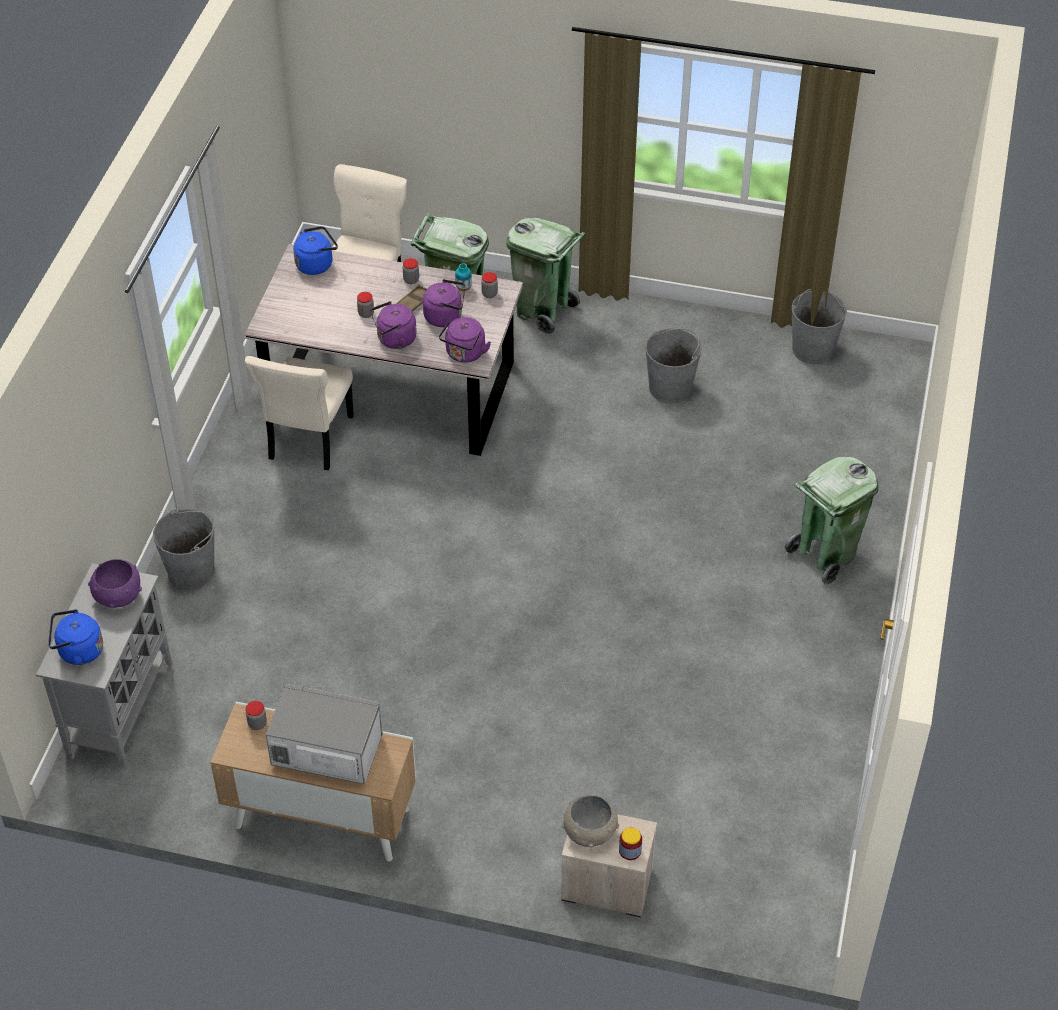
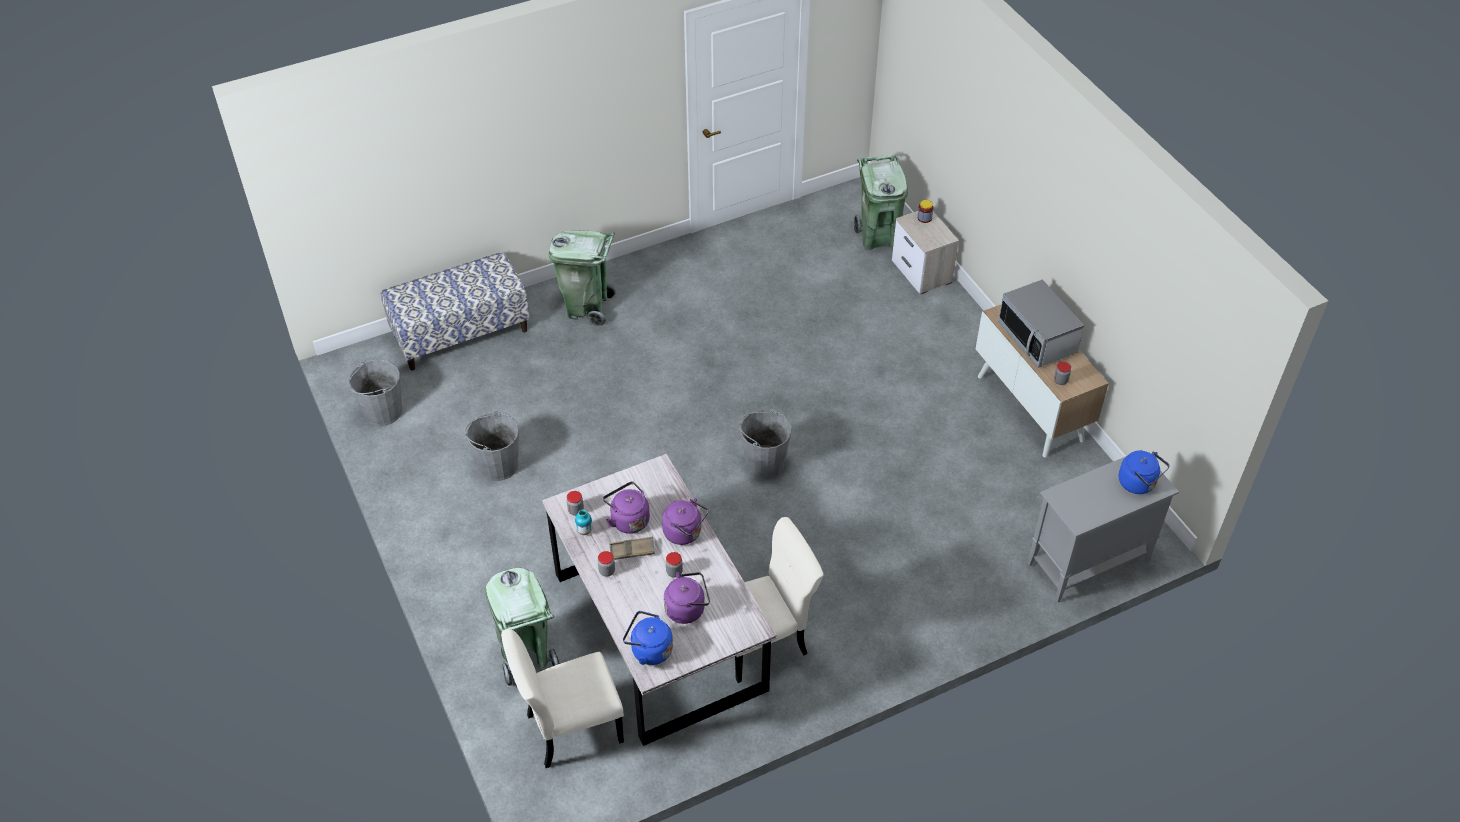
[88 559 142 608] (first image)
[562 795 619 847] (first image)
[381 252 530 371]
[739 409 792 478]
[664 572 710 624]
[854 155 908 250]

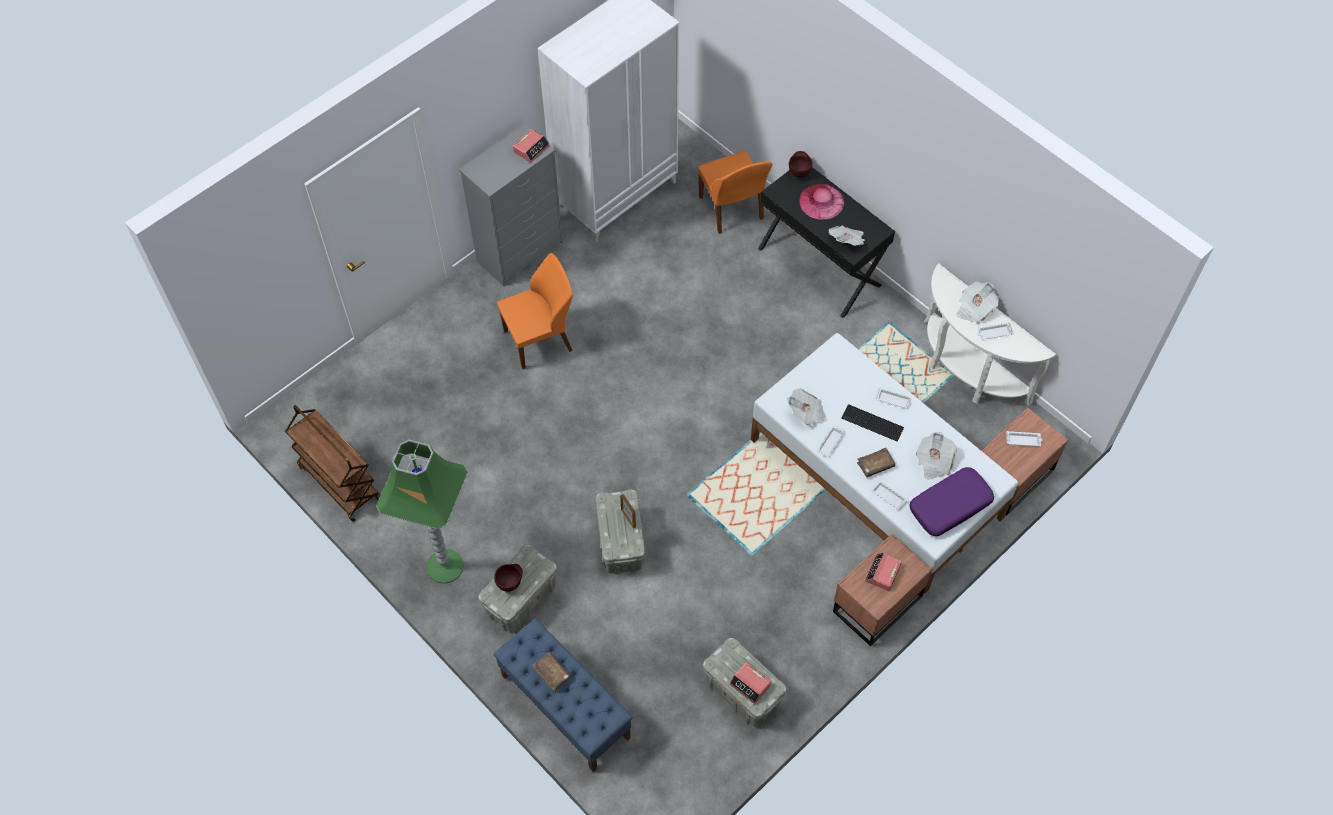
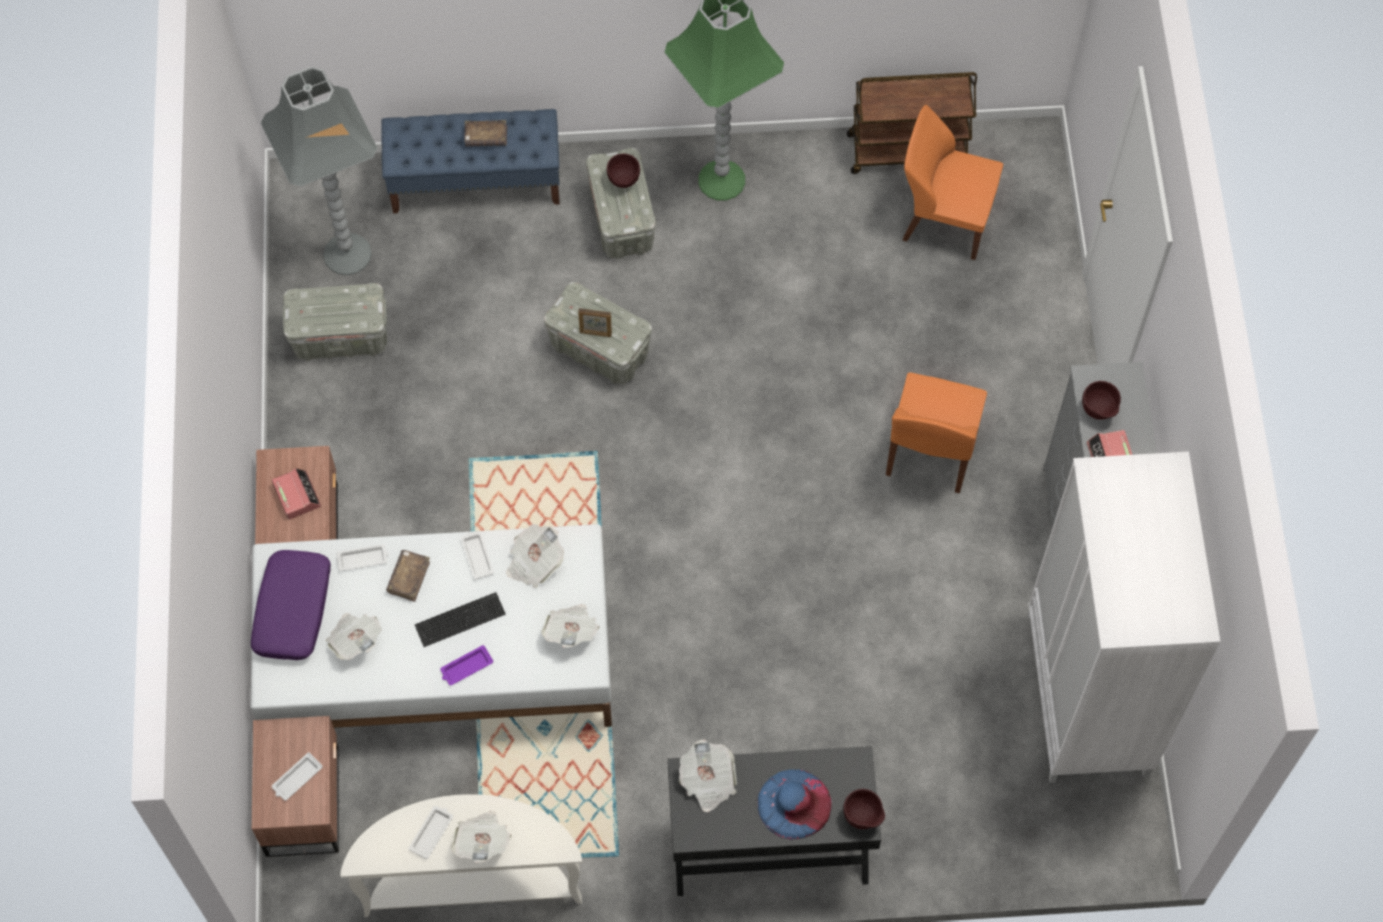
[729 662 771 704] (first image)
[261 66 378 275]
[541 604 599 648]
[1082 381 1121 420]
[903 105 1003 260]
[758 769 832 840]
[440 645 493 685]

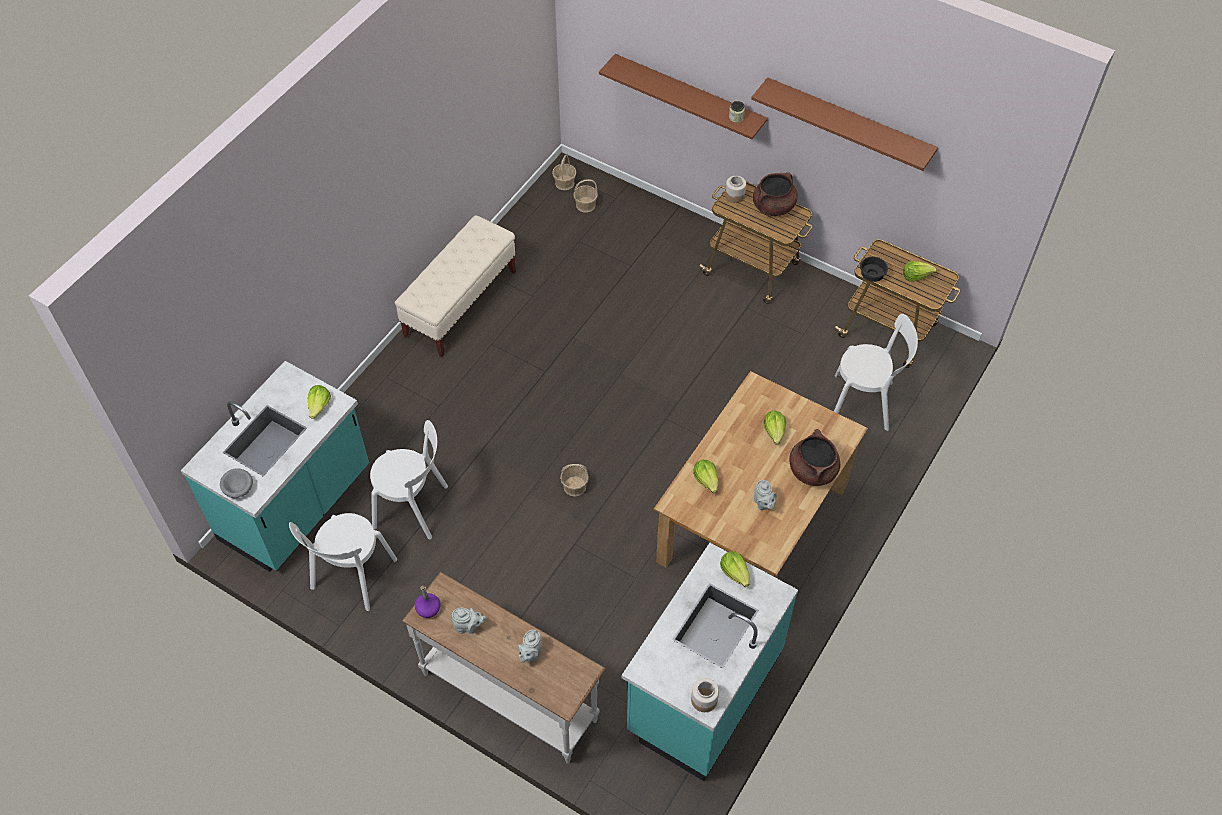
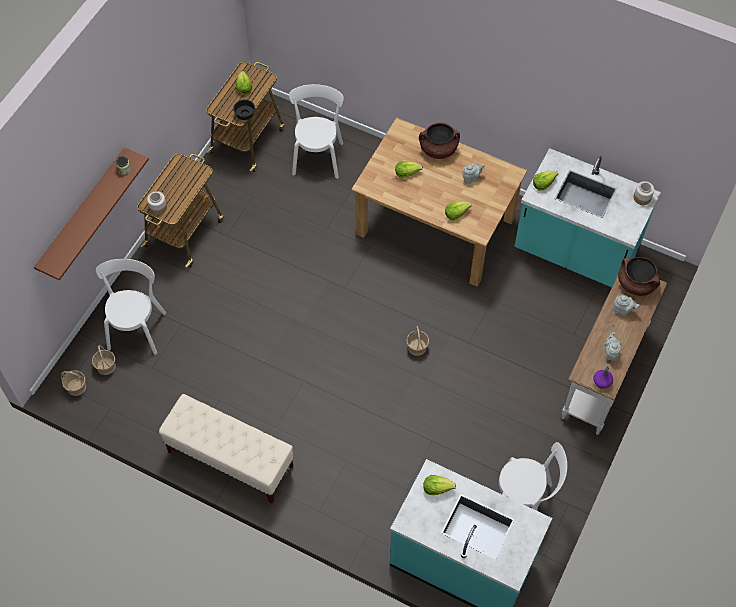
[220 468 253 498] (first image)
[751 77 938 171] (first image)
[96 259 166 355]
[618 257 660 296]

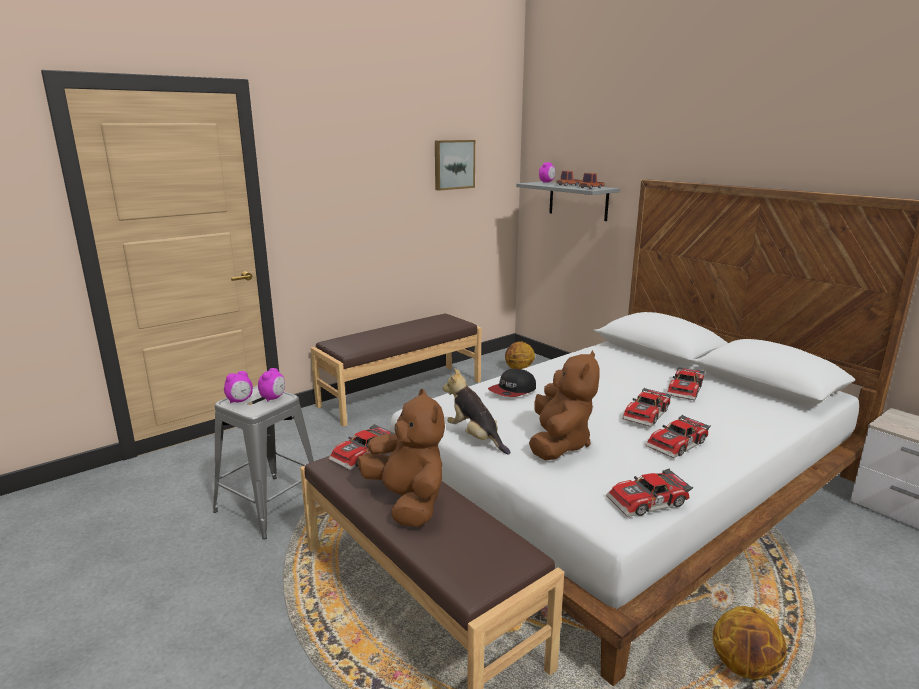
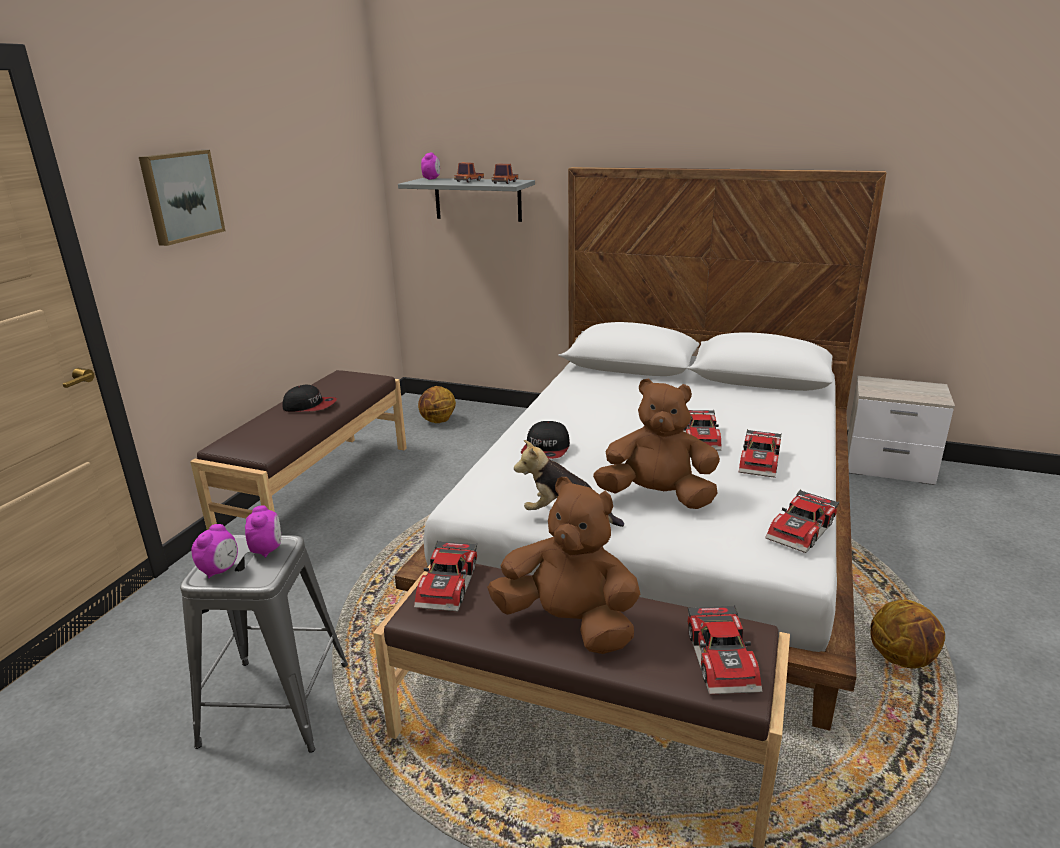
[282 385 337 412]
[139 150 225 246]
[687 605 762 694]
[593 378 720 509]

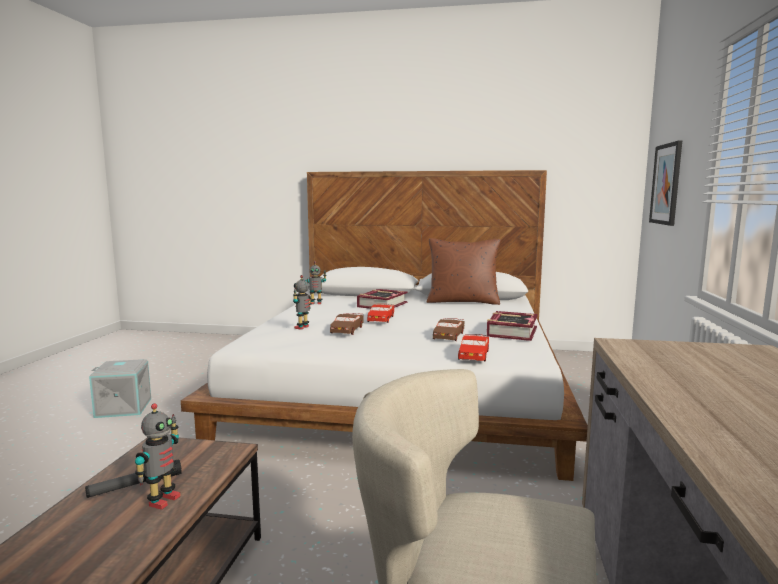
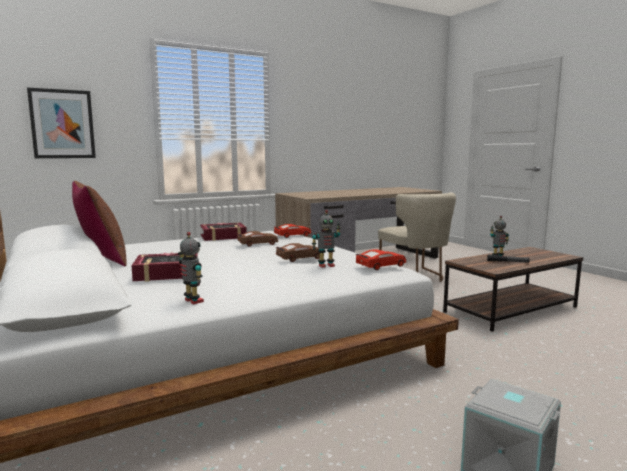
[355 249 406 270]

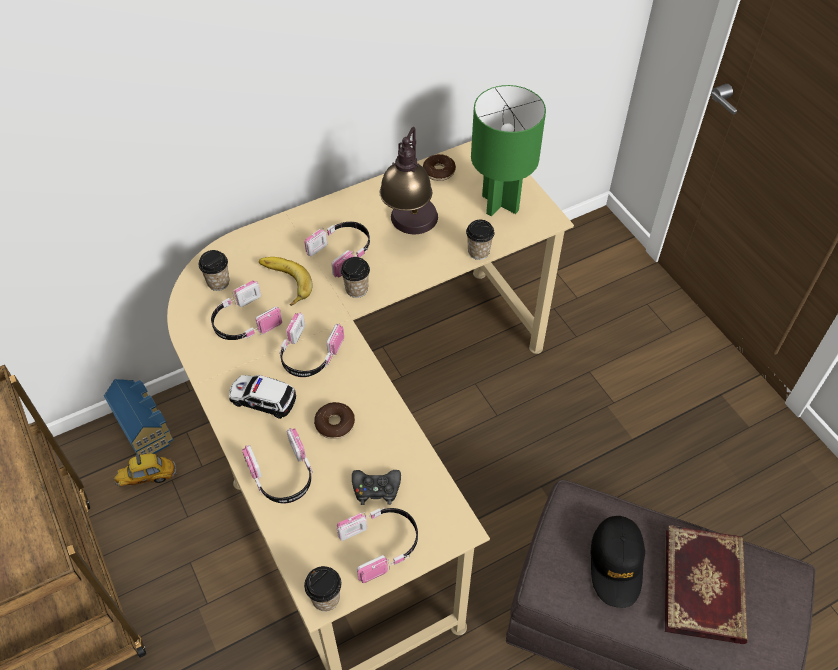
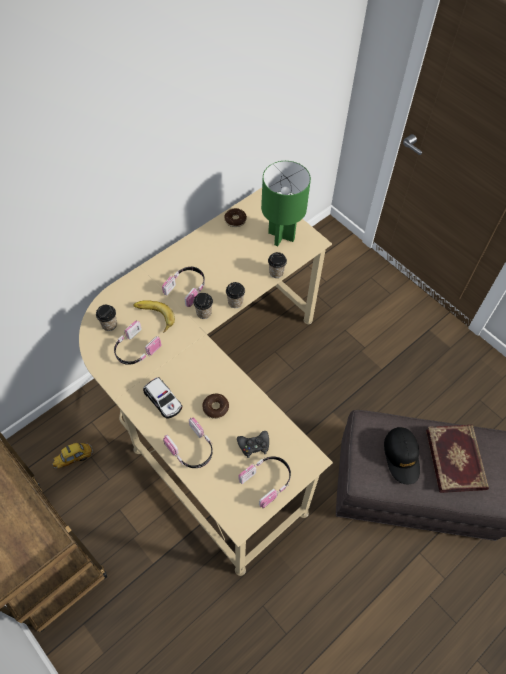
[104 379 173 455] (first image)
[279 312 344 377] (first image)
[380 127 438 234] (first image)
[226 282 245 308]
[143 377 183 418]

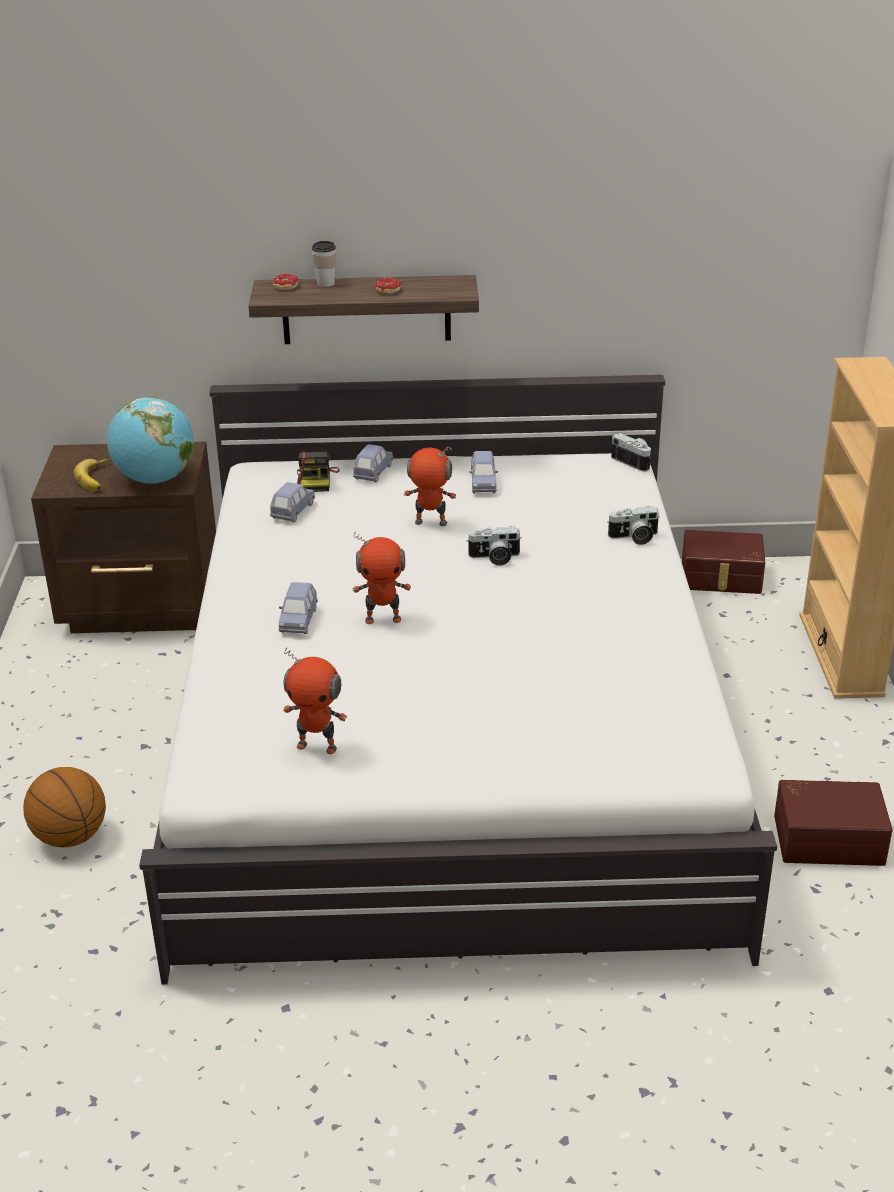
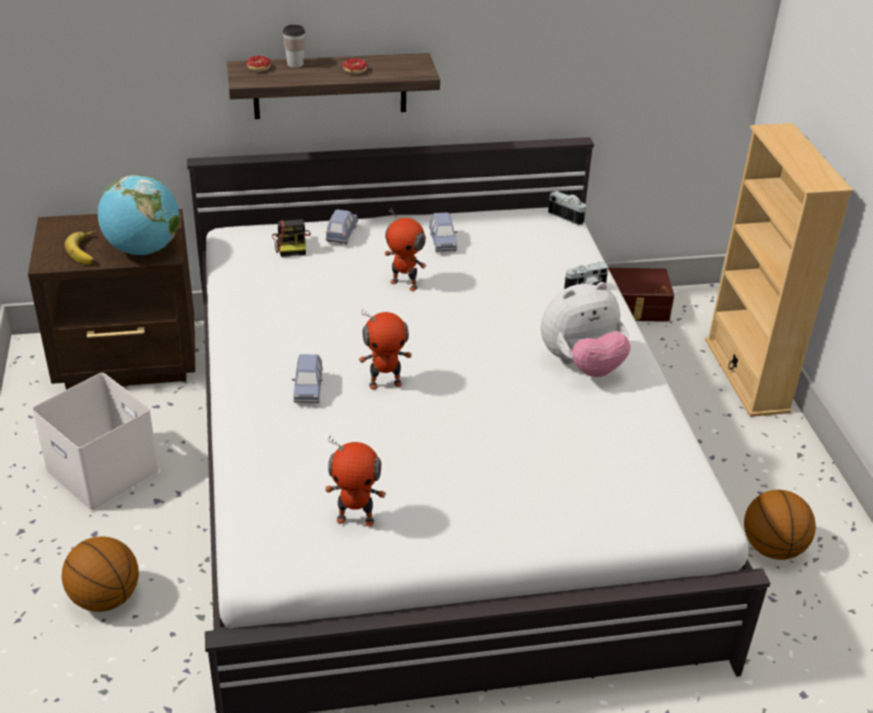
[270 482 315 522] (first image)
[467 526 522 566] (first image)
[32 373 160 512]
[541 282 630 377]
[744 490 816 560]
[384 208 426 291]

